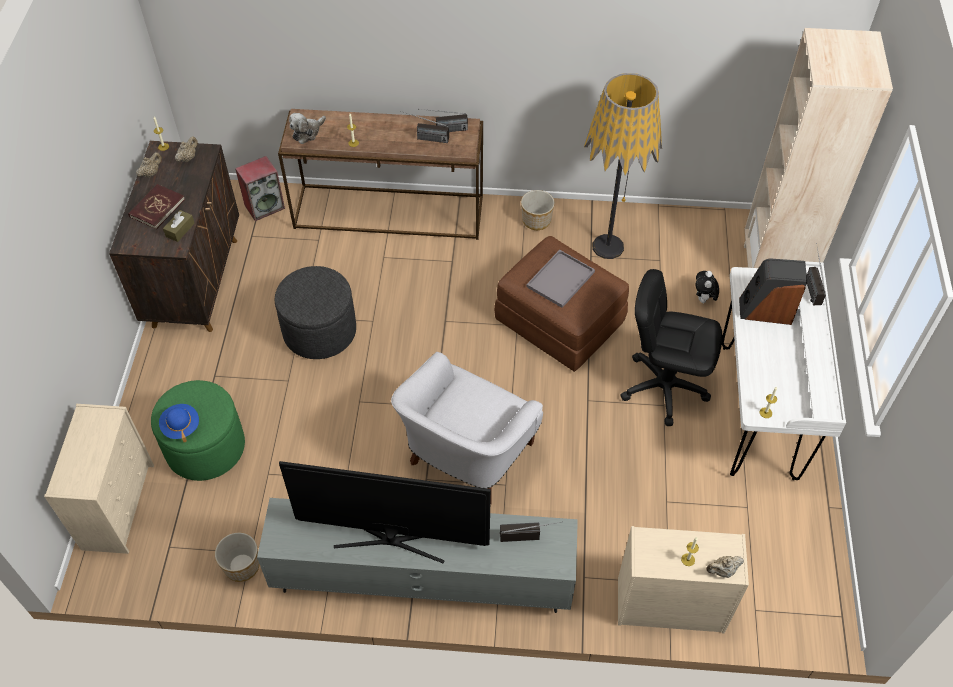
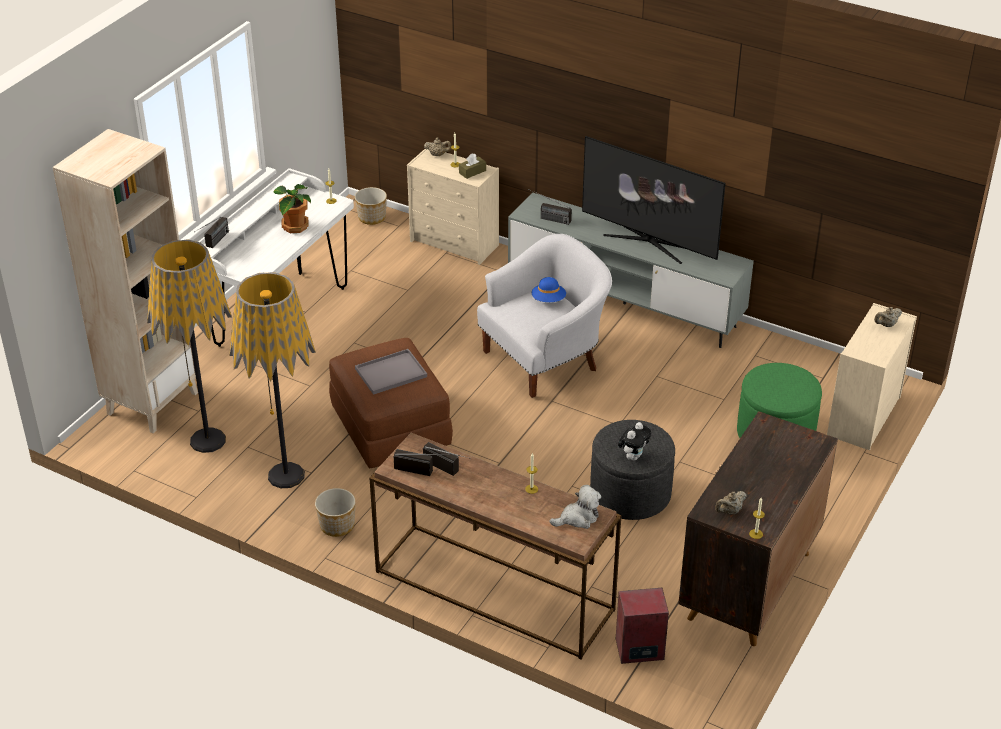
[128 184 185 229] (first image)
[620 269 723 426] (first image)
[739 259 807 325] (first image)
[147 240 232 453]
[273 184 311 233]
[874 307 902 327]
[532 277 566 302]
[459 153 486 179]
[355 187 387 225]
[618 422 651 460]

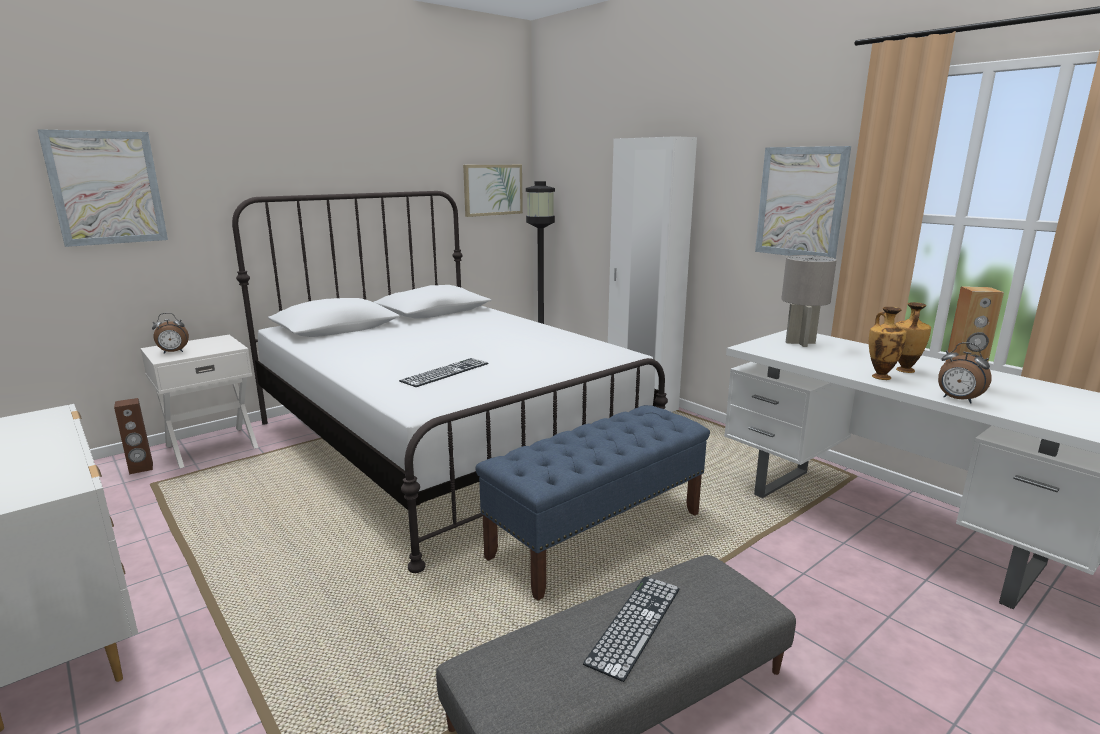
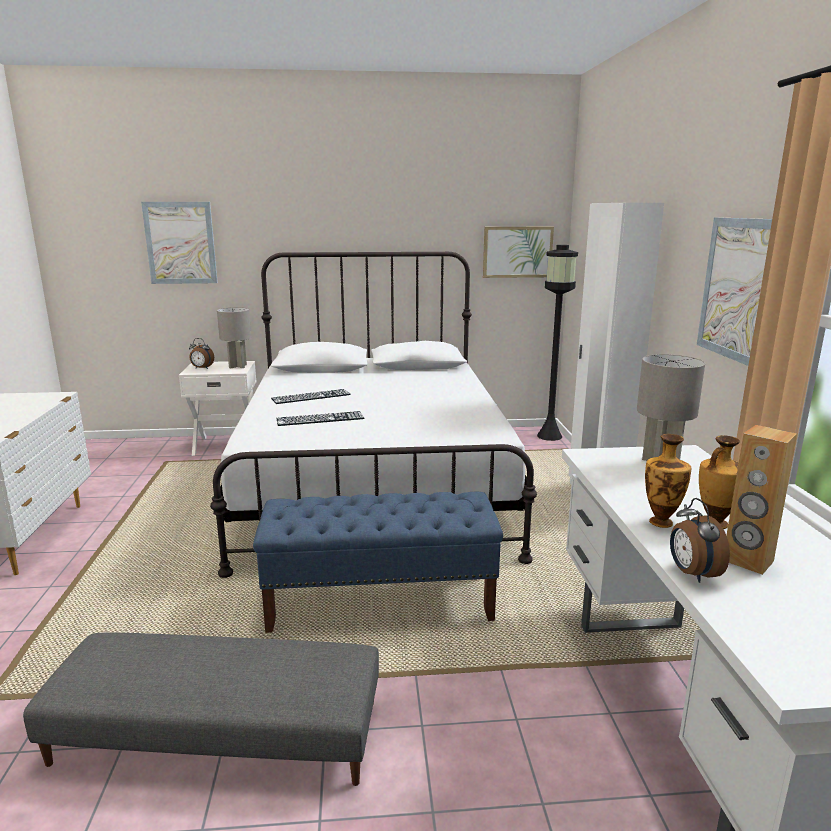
[114 398 153 474] (first image)
[217 307 251 369]
[271 389 351 404]

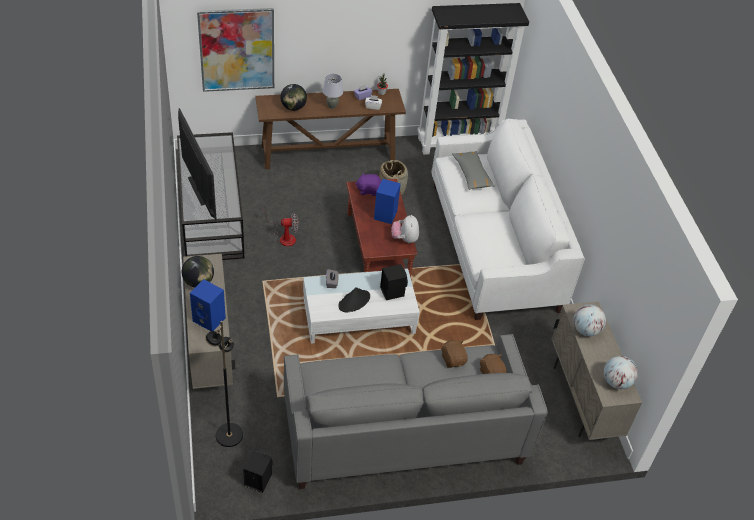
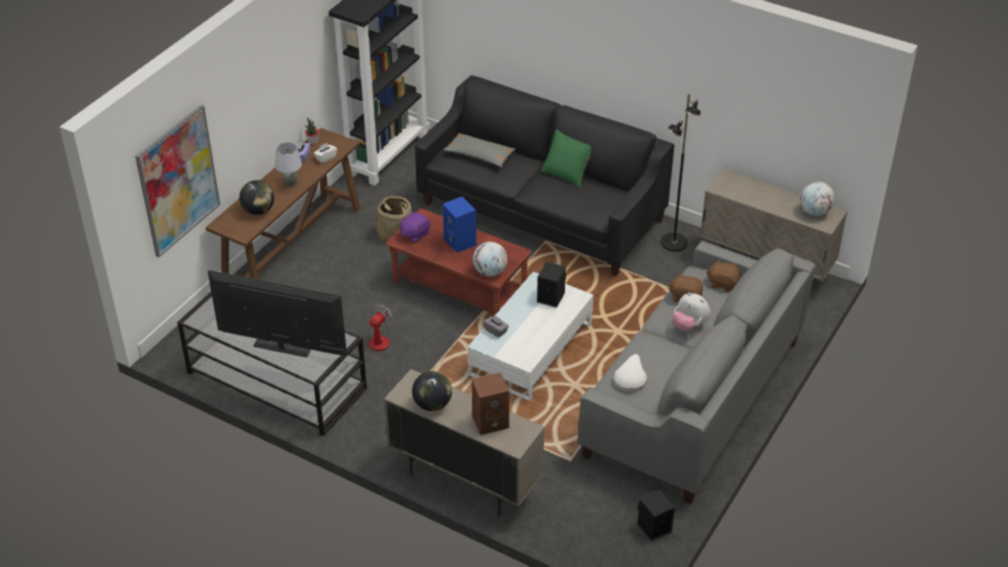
[338 287 370 312] (first image)
[541 129 591 187]
[614 354 647 392]
[661 94 701 252]
[673 293 710 331]
[473 242 508 276]
[472 372 509 435]
[415 75 674 276]

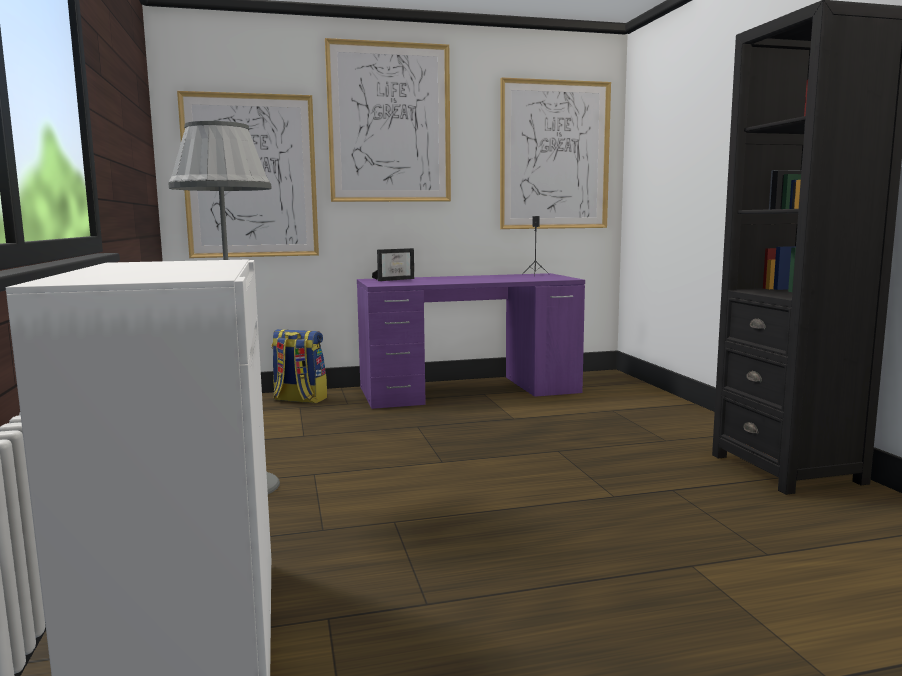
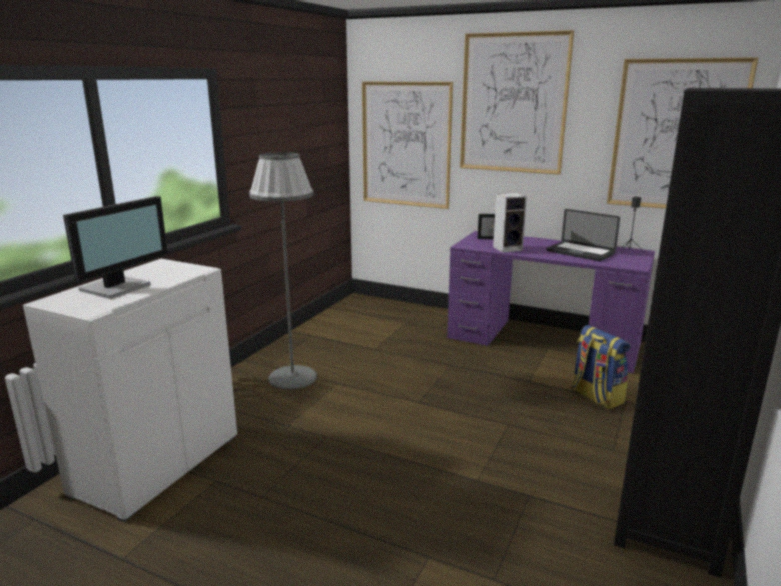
[63 196 168 299]
[493 193 527 253]
[546 209 620 261]
[571 325 630 409]

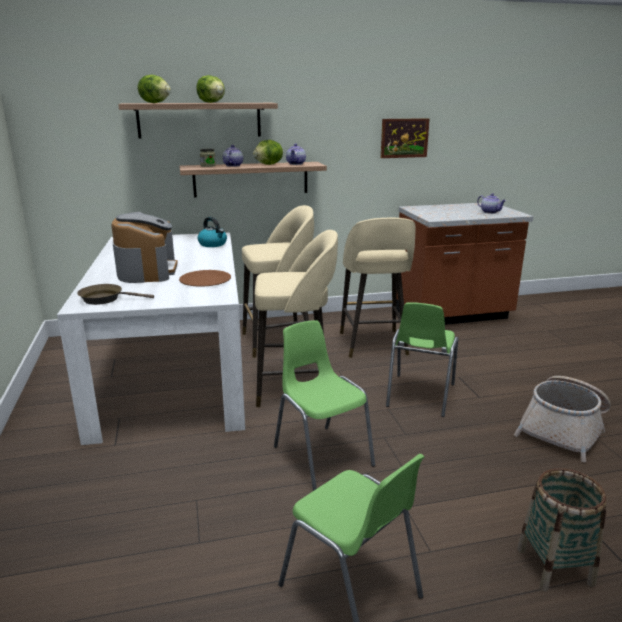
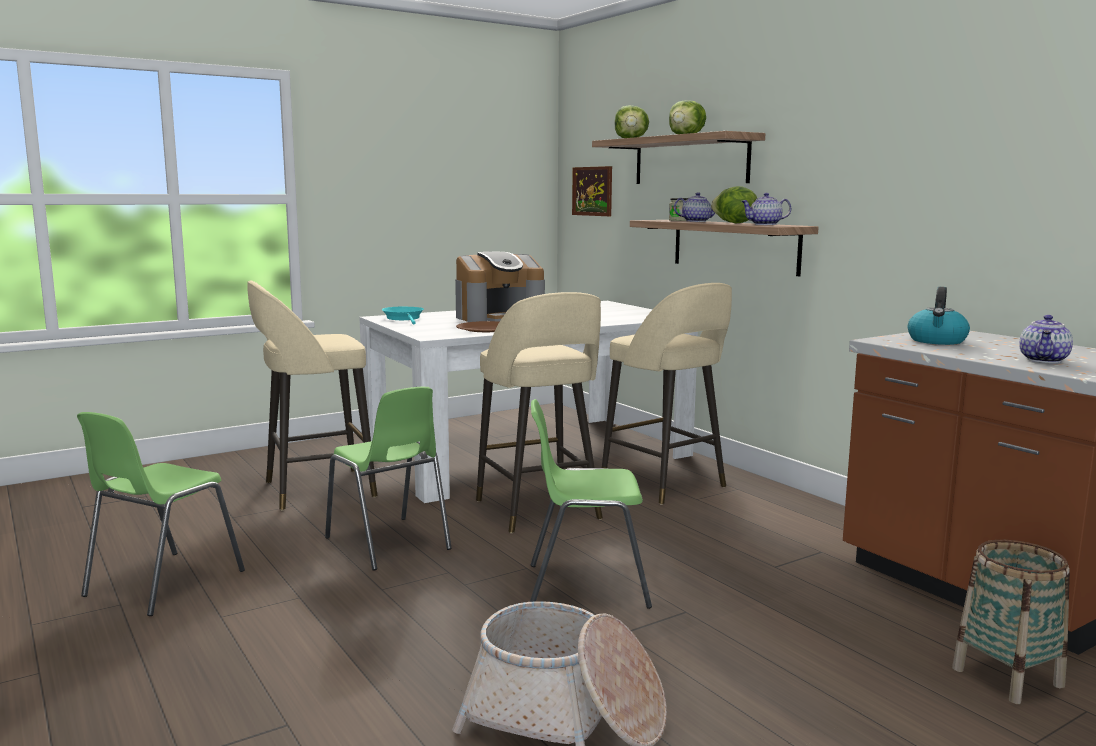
[908 287 970 345]
[247 280 378 510]
[572 166 612 216]
[952 540 1070 704]
[382 307 424 324]
[325 387 452 571]

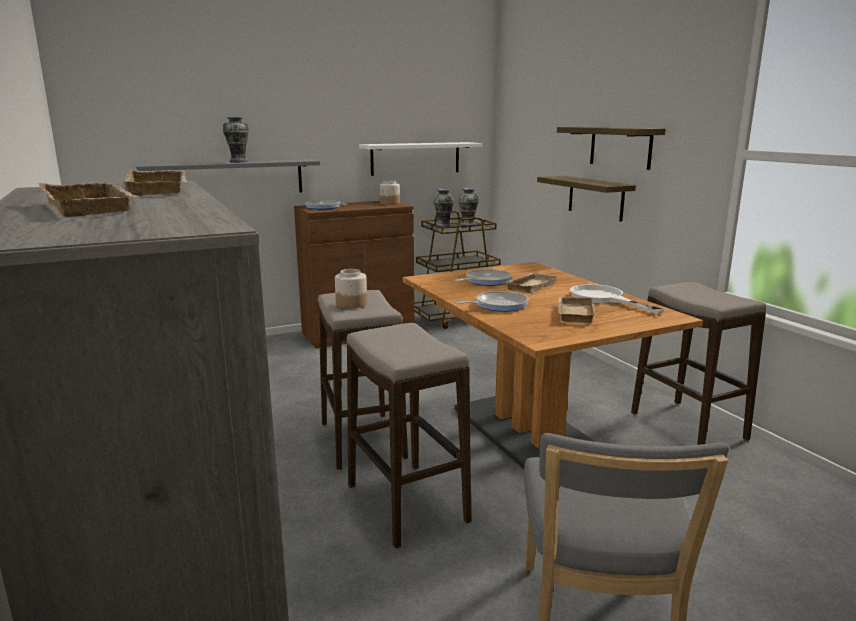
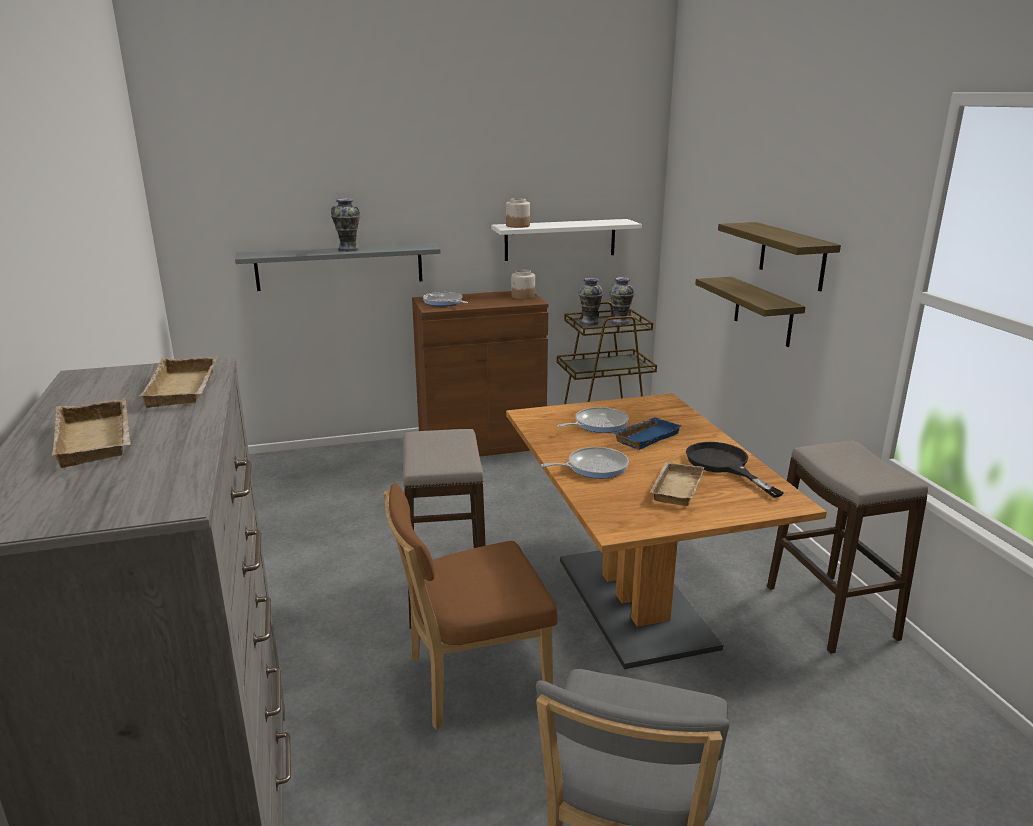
[506 198 530 228]
[383 483 557 730]
[614 417 682 450]
[686 442 784 498]

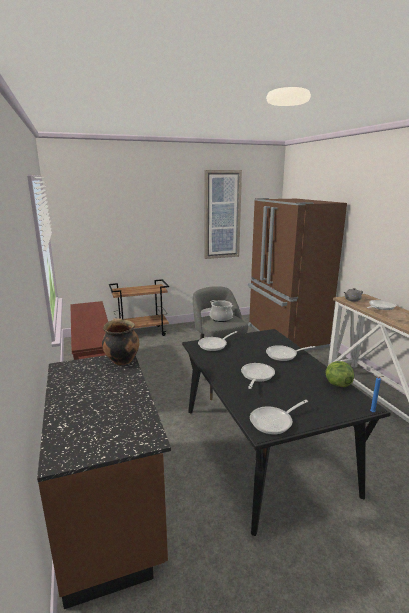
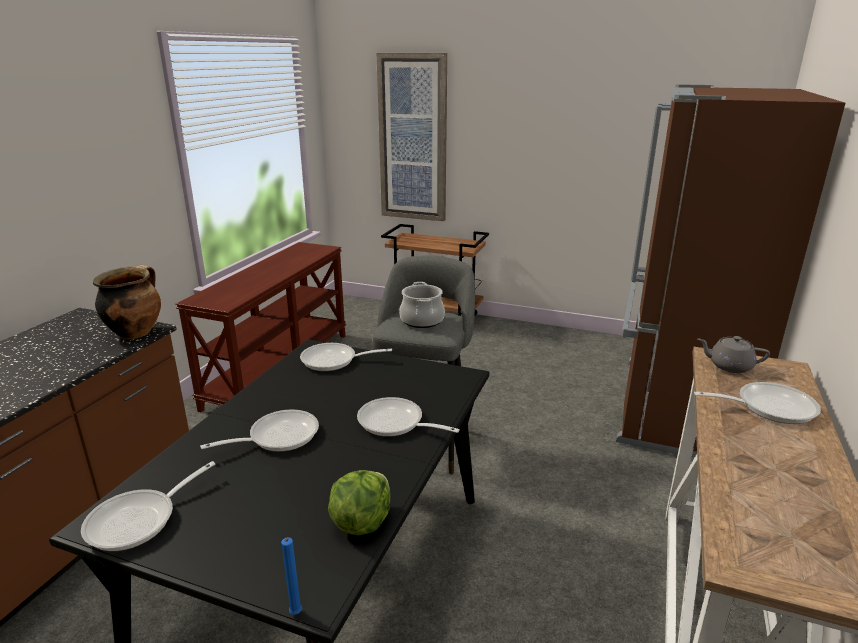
[376 53 447 221]
[81 461 215 551]

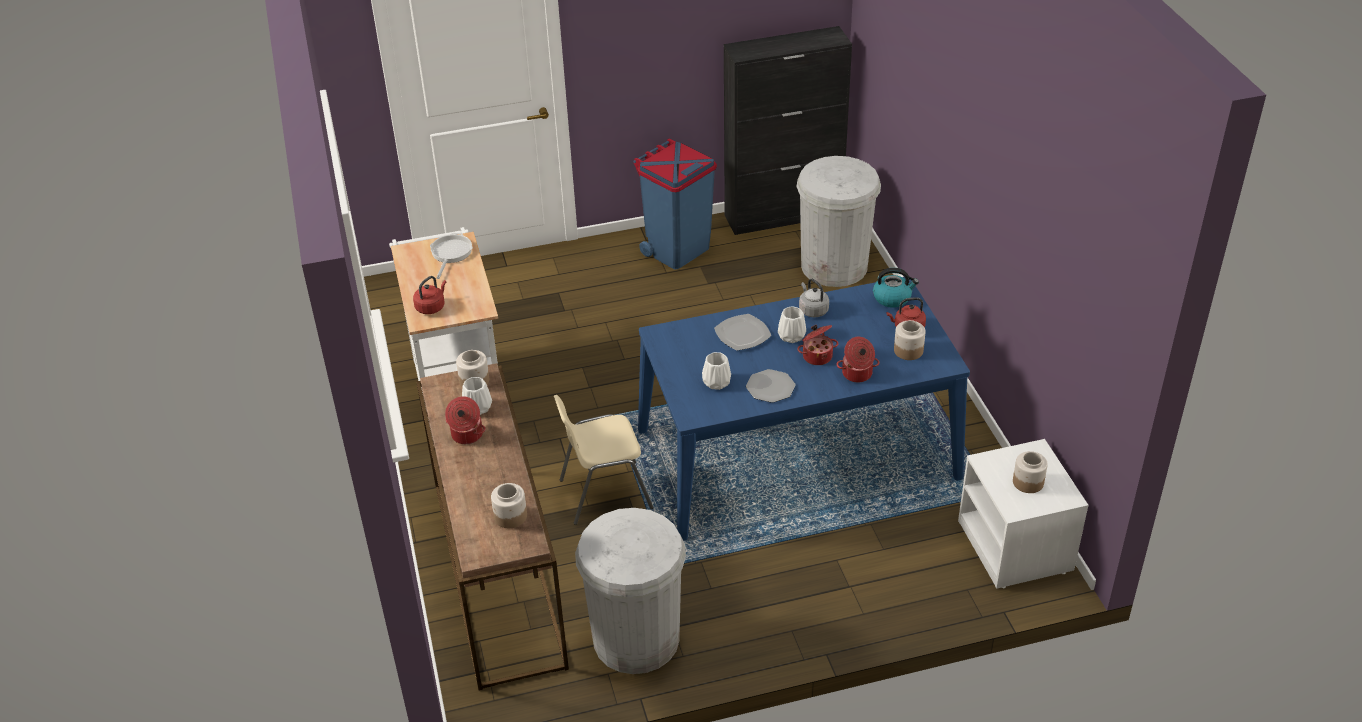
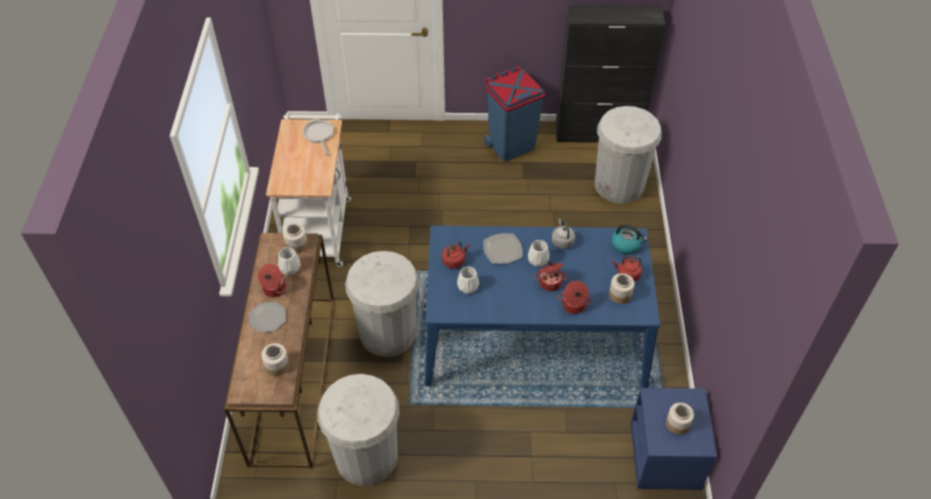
[442 241 470 269]
[249 302 286 333]
[345 251 419 357]
[630 388 717 491]
[302 118 334 156]

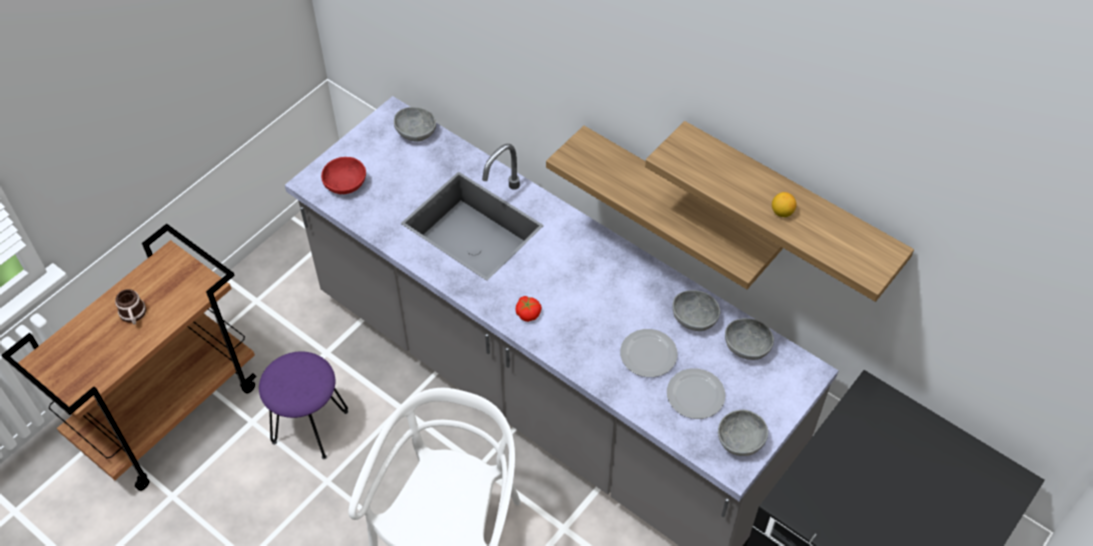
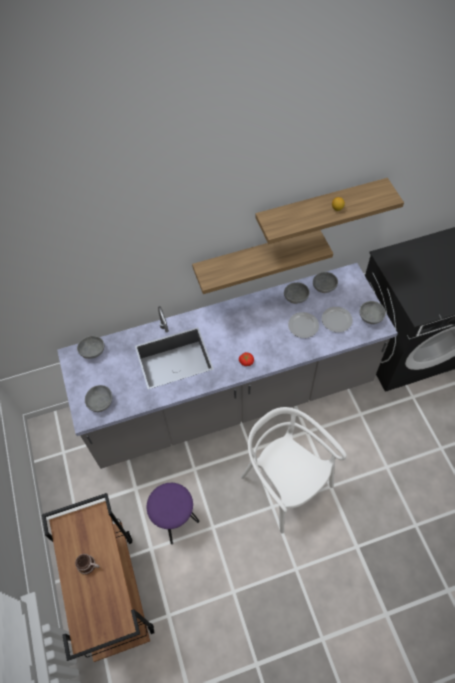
[85 385 112 412]

